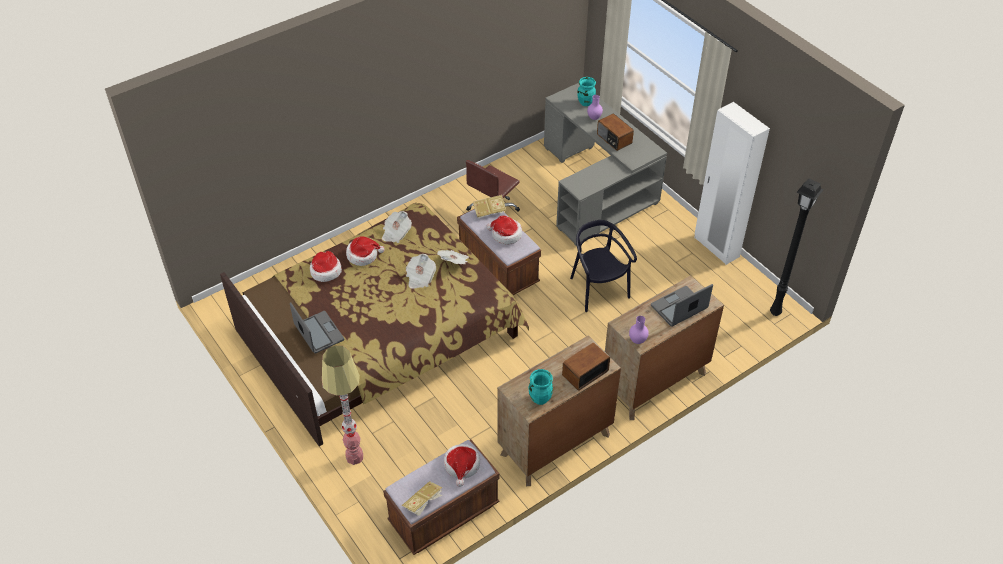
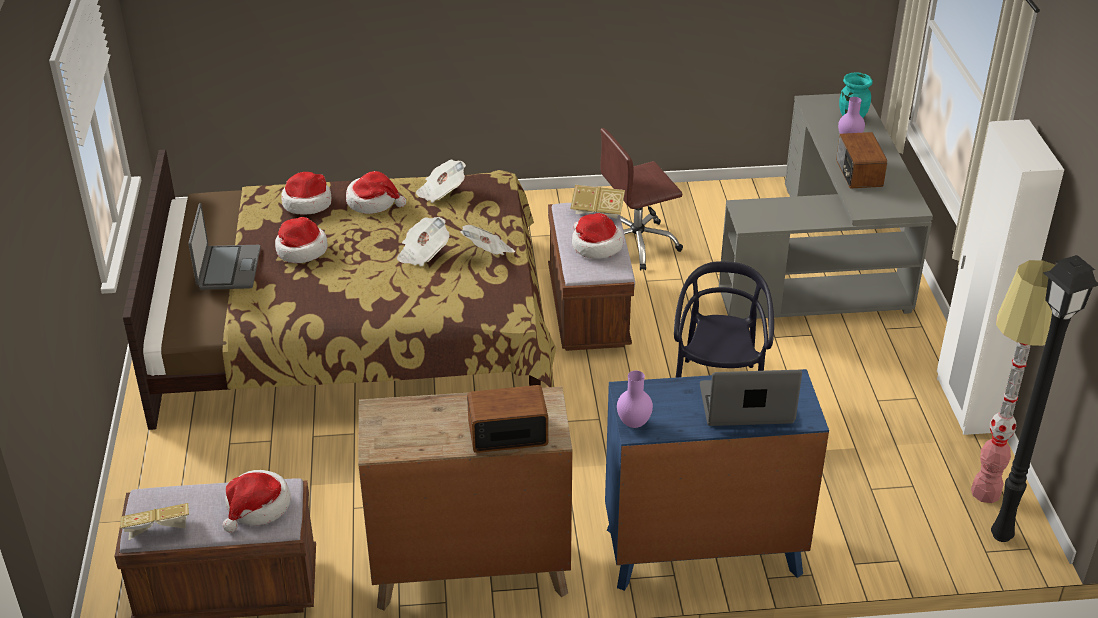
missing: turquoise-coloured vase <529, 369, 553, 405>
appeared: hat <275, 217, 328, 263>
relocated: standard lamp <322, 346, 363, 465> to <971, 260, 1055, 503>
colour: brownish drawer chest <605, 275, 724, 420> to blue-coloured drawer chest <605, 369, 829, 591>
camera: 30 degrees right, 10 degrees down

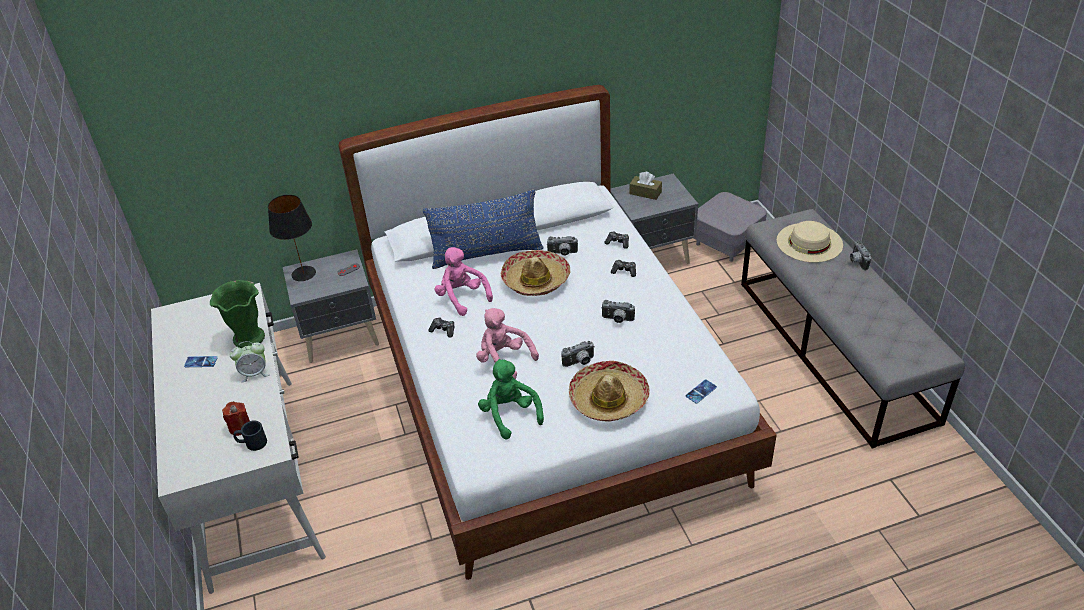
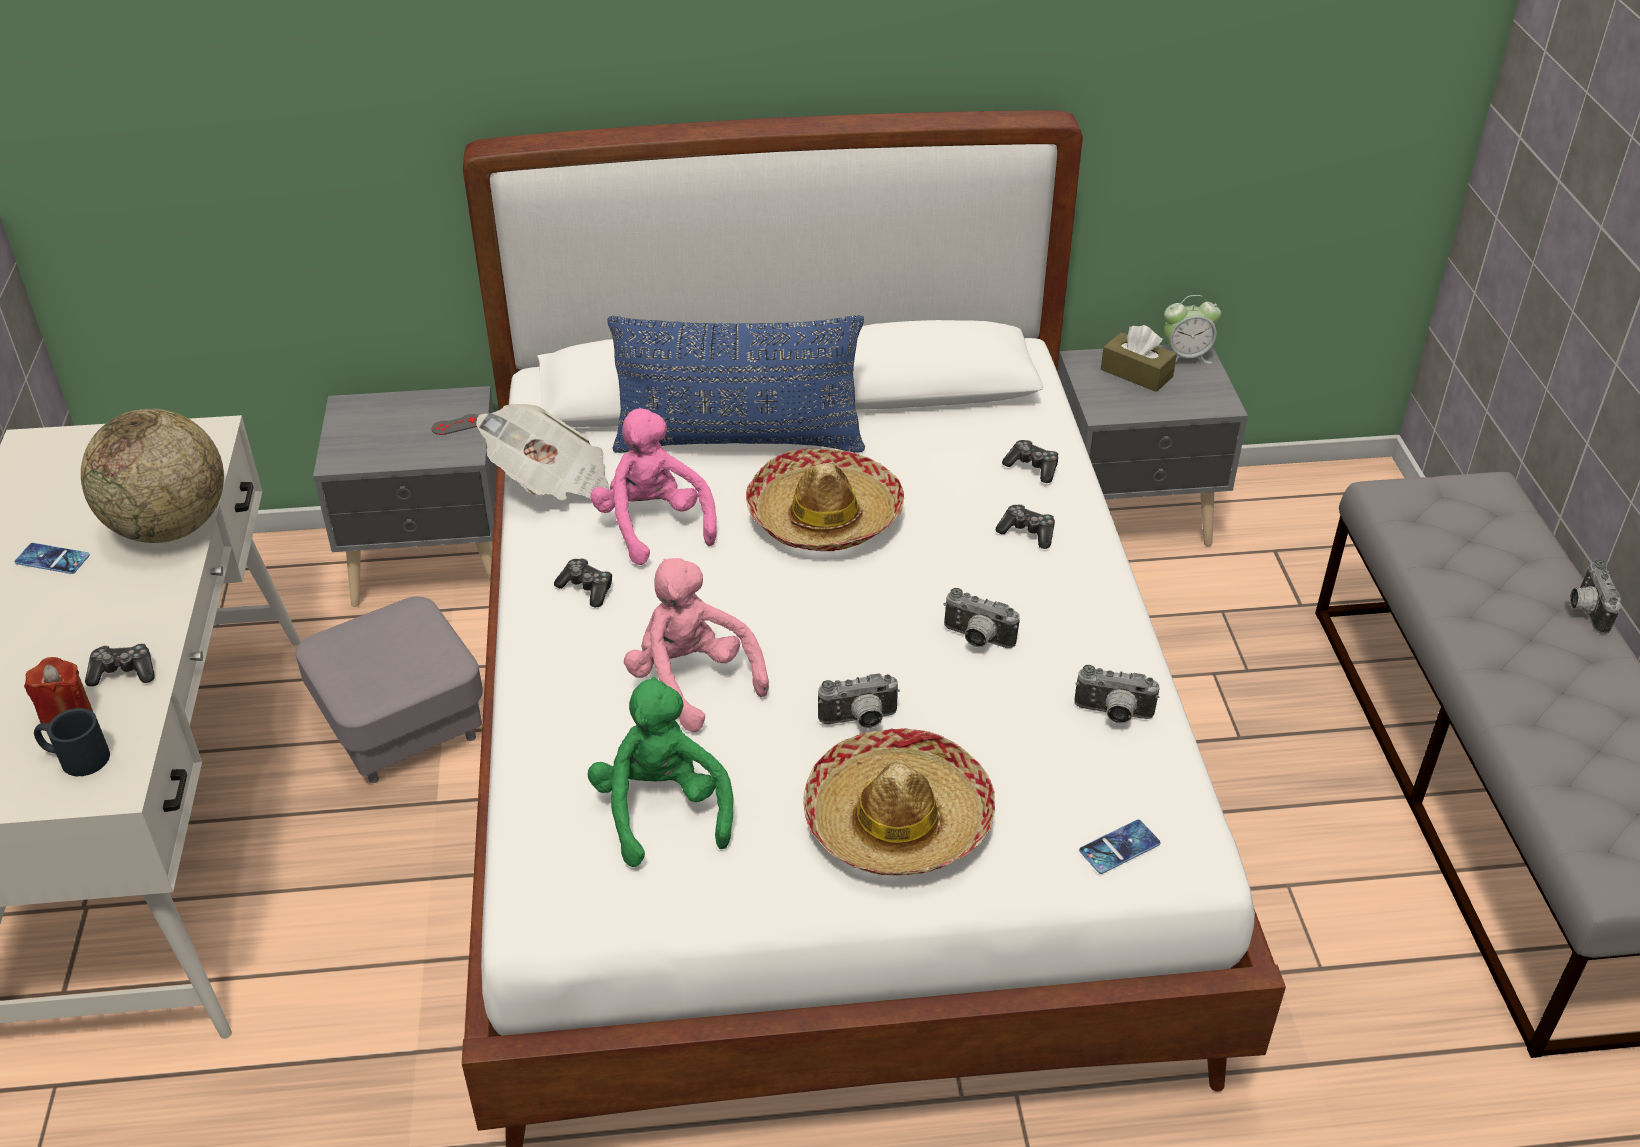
missing: blackish table lamp <268, 195, 316, 281>; beige hat <777, 221, 843, 262>
appeared: joypad <85, 643, 155, 686>; daily paper <476, 404, 610, 500>
relocated: greyish pouffe <693, 192, 767, 262> to <296, 597, 483, 783>; still camera <547, 236, 578, 256> to <1074, 665, 1160, 724>; alarm clock <230, 341, 269, 383> to <1164, 295, 1221, 365>
exchanged: green vase <210, 280, 265, 348> to world globe <81, 408, 224, 543>
camera: 10 degrees right, 0 degrees up

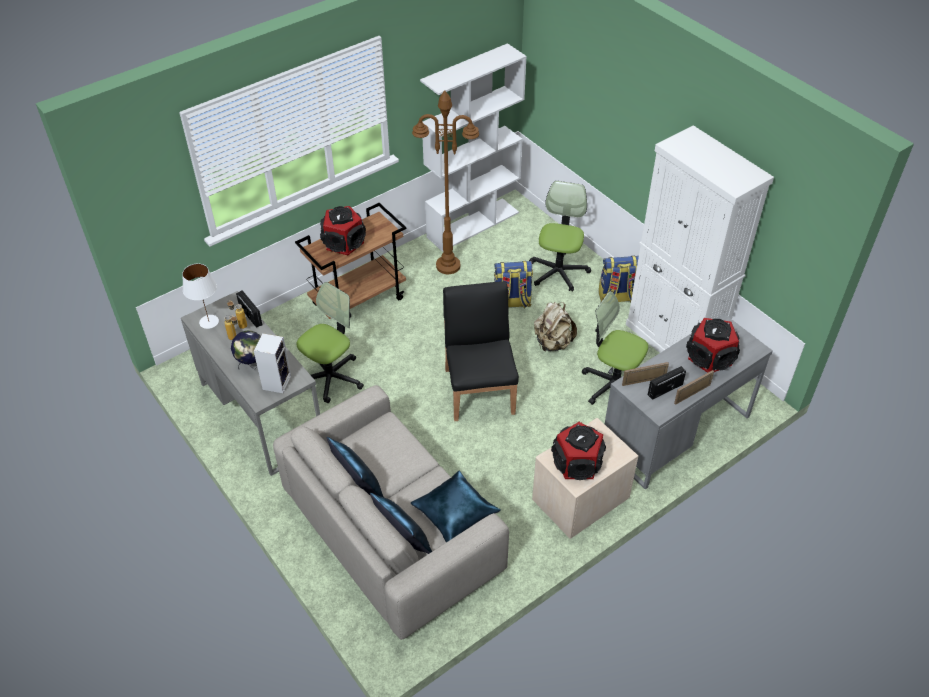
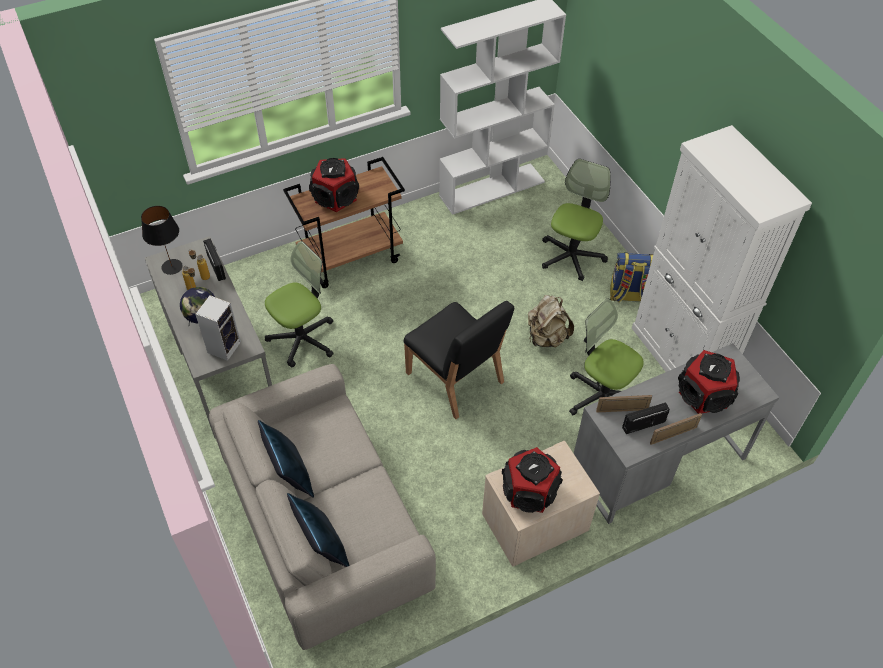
missing: blue-coloured throw pillow <411, 471, 501, 542>; brownish standard lamp <412, 91, 479, 274>; knapsack <494, 261, 533, 308>
colour: white table lamp <182, 263, 219, 329> to blackish table lamp <141, 206, 183, 275>
spun: blackish chair <443, 281, 519, 421> = <403, 301, 514, 419> 135 degrees clockwise
camera: 10 degrees right, 5 degrees up

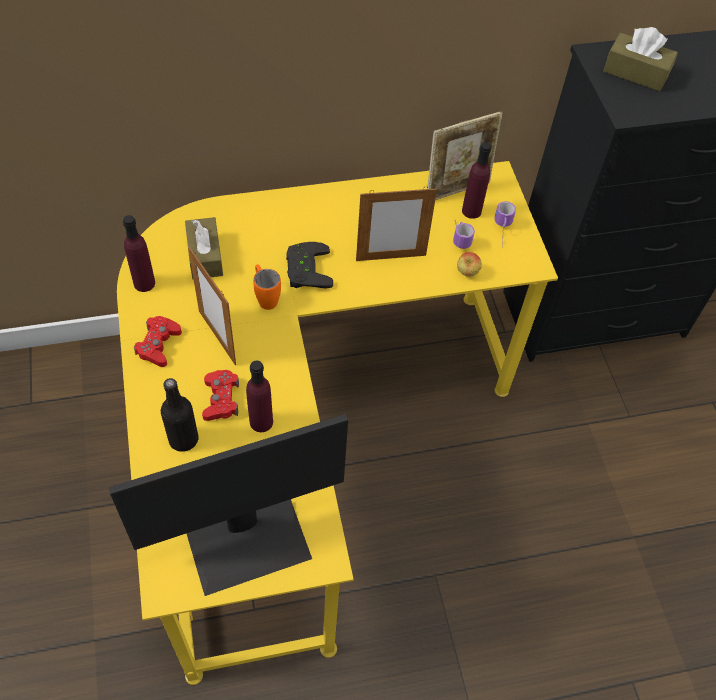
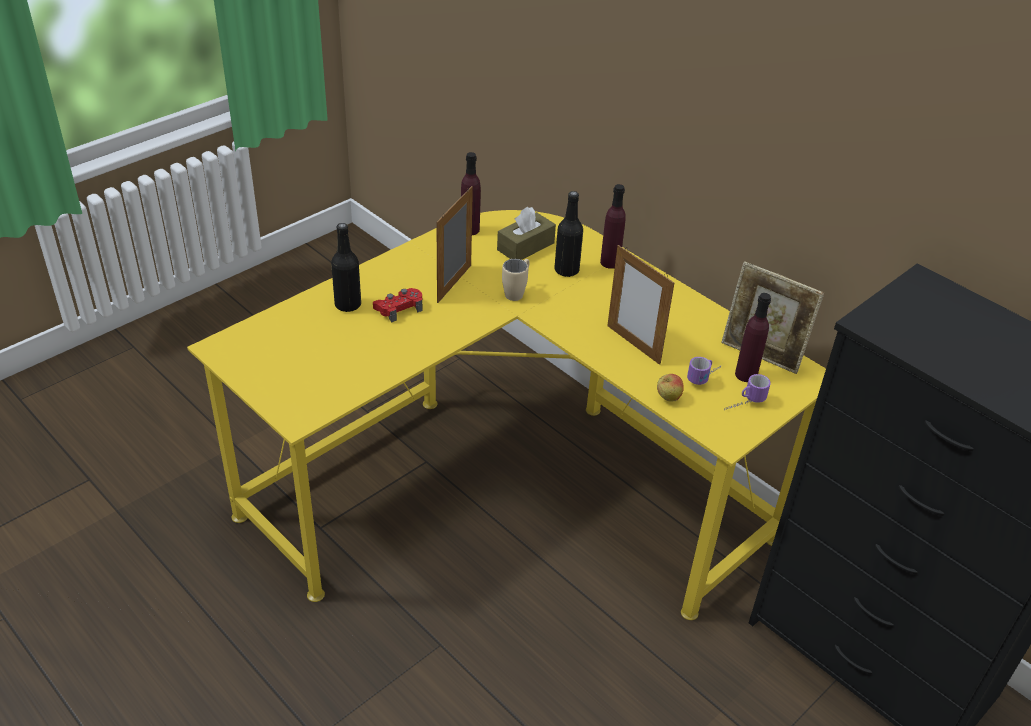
missing: computer screen <109, 414, 348, 596>; reddish joypad <134, 316, 182, 367>; blackish joypad <286, 242, 333, 289>; brownish tissue box <603, 27, 678, 91>
appeared: blackish beverage bottle <554, 191, 583, 277>
relocated: purple beverage bottle <246, 360, 273, 432> to <600, 184, 626, 269>
colour: orange-coloured coffee mug <253, 265, 281, 310> to beige coffee mug <502, 259, 529, 301>
camera: 60 degrees right, 15 degrees down

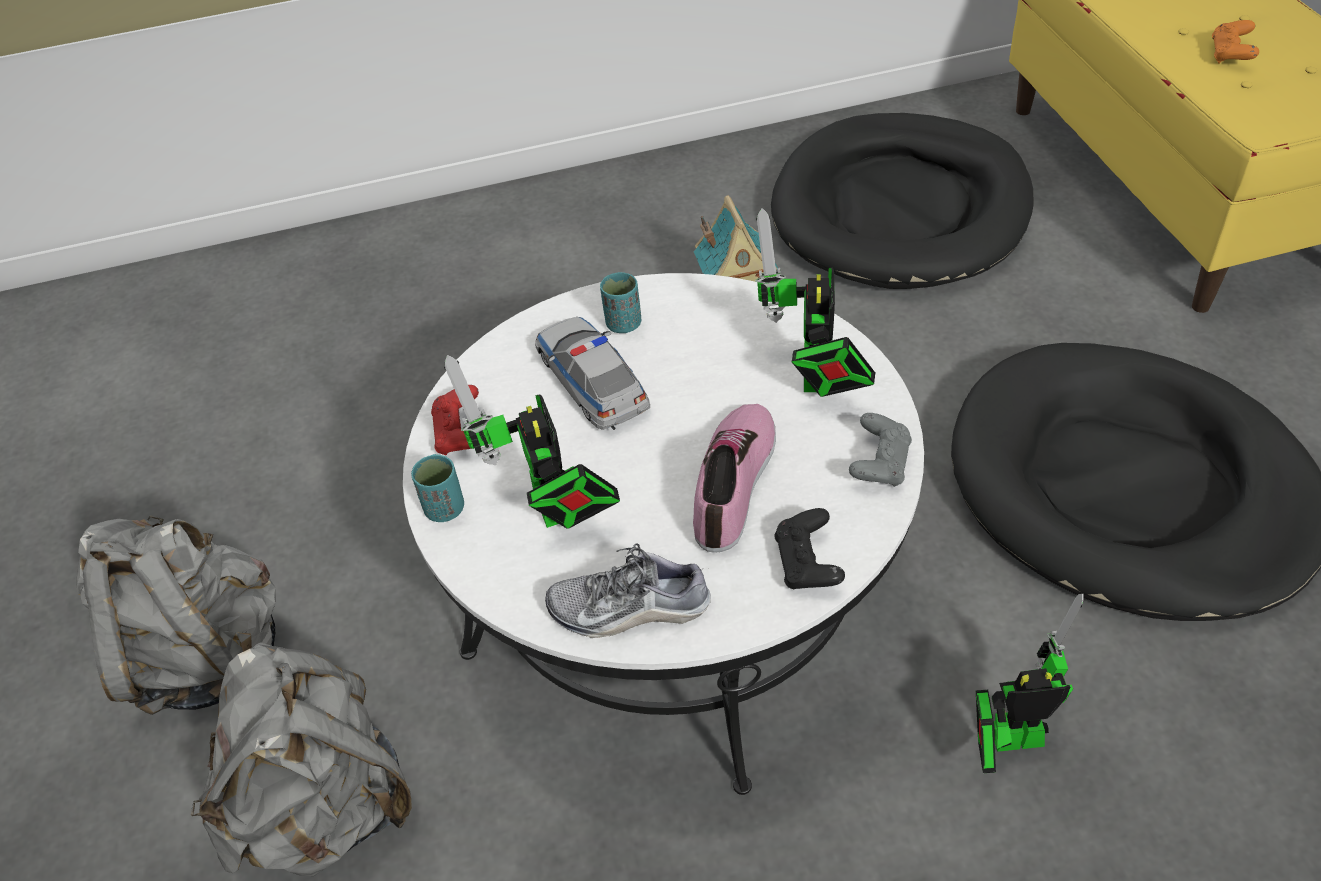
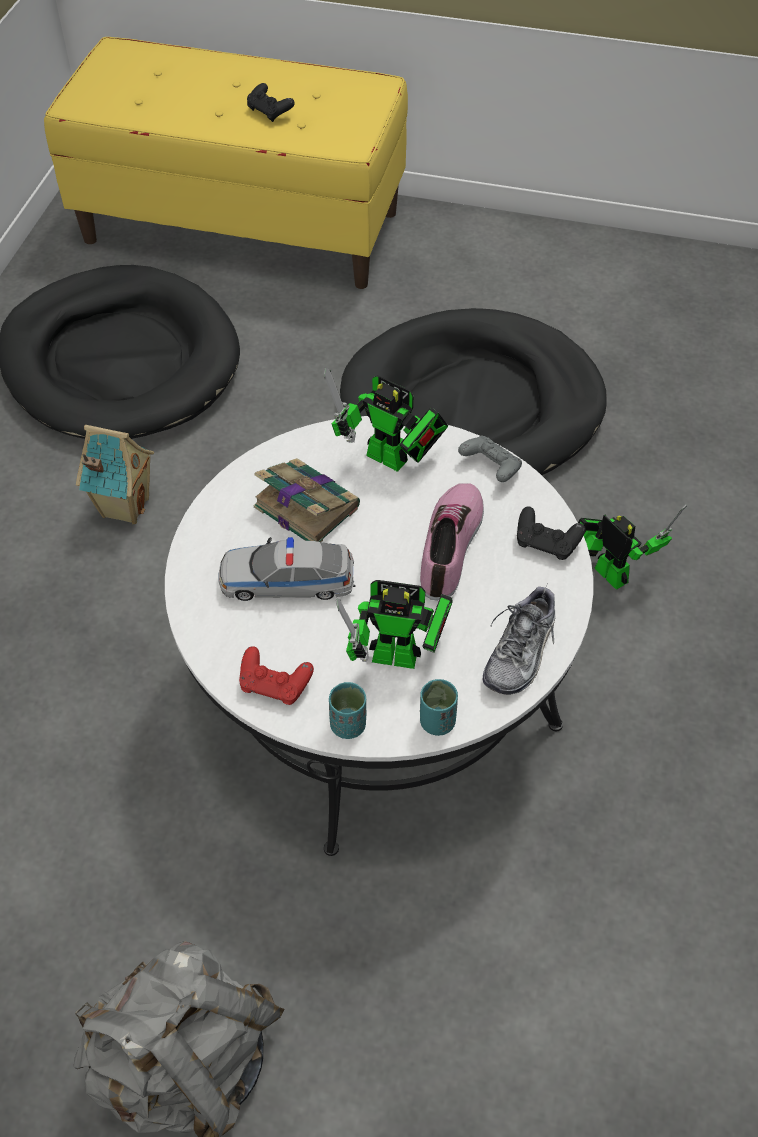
missing: greyish knapsack <191, 642, 412, 876>
appeared: bound book <253, 458, 360, 542>
relocated: turquoise-coloured cup <600, 272, 641, 333> to <420, 679, 458, 736>
colour: orange-coloured joypad <1212, 20, 1259, 64> to blackish joypad <247, 83, 295, 122>
spun: shoe <693, 404, 776, 553> = <420, 483, 484, 600> 60 degrees clockwise; model robot <976, 594, 1084, 773> = <578, 505, 687, 590> 120 degrees clockwise
camera: 65 degrees left, 5 degrees up

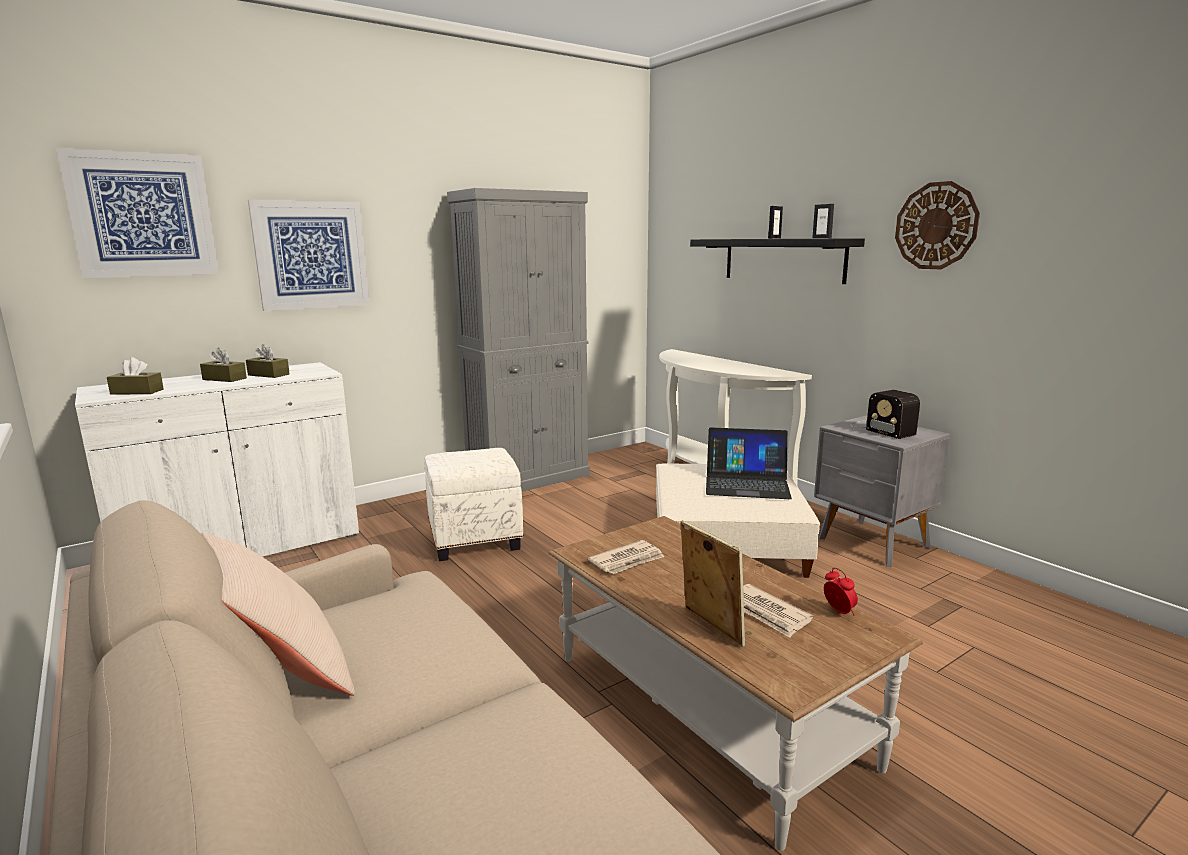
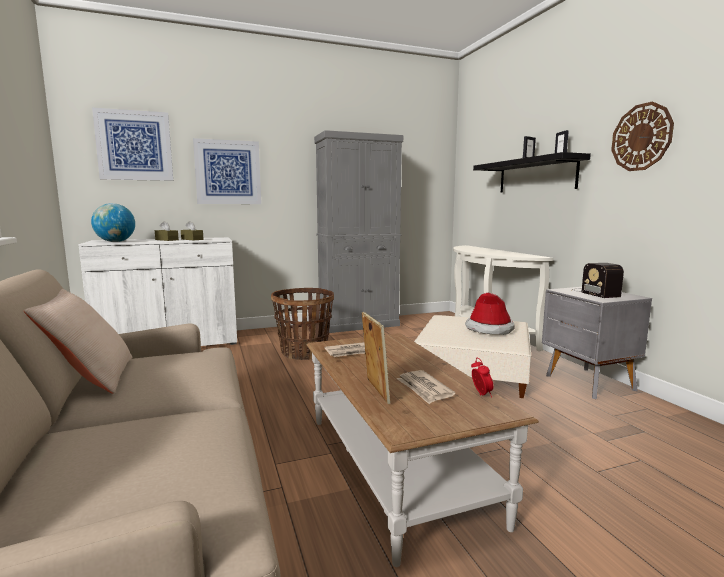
exchanged: brownish tissue box <107, 357, 164, 395> to world globe <91, 203, 135, 242>; white pouffe <424, 448, 523, 561> to storage basket <271, 288, 334, 360>; portable computer <706, 427, 792, 499> to hat <465, 292, 515, 335>
camera: 15 degrees right, 5 degrees down

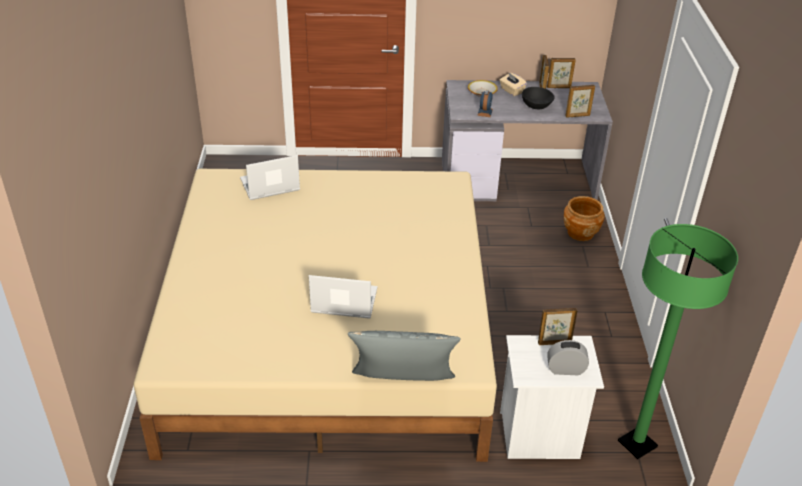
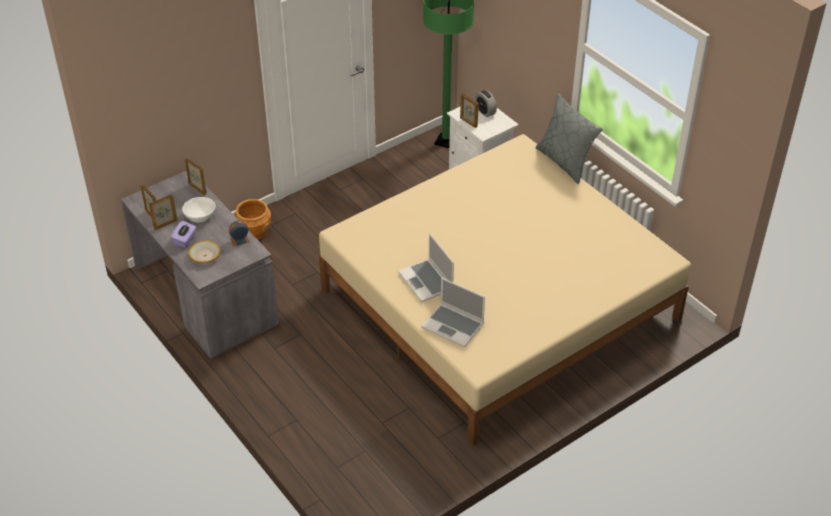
relocated: portable computer <309, 275, 377, 318> to <398, 233, 454, 302>
colour: beige tissue box <500, 73, 527, 96> to purple tissue box <171, 221, 196, 248>; blackish deep dish <522, 87, 555, 109> to white deep dish <182, 197, 216, 223>
camera: 125 degrees left, 5 degrees up

